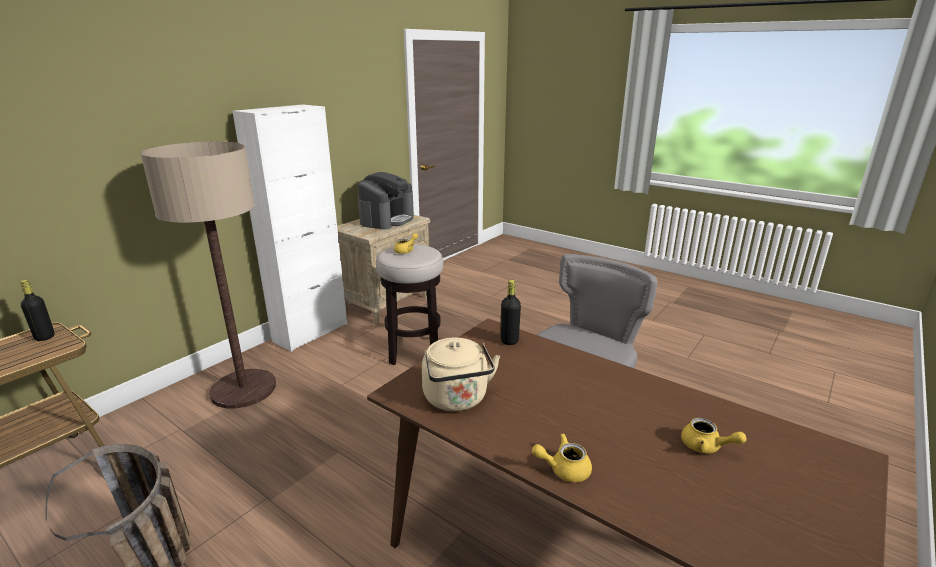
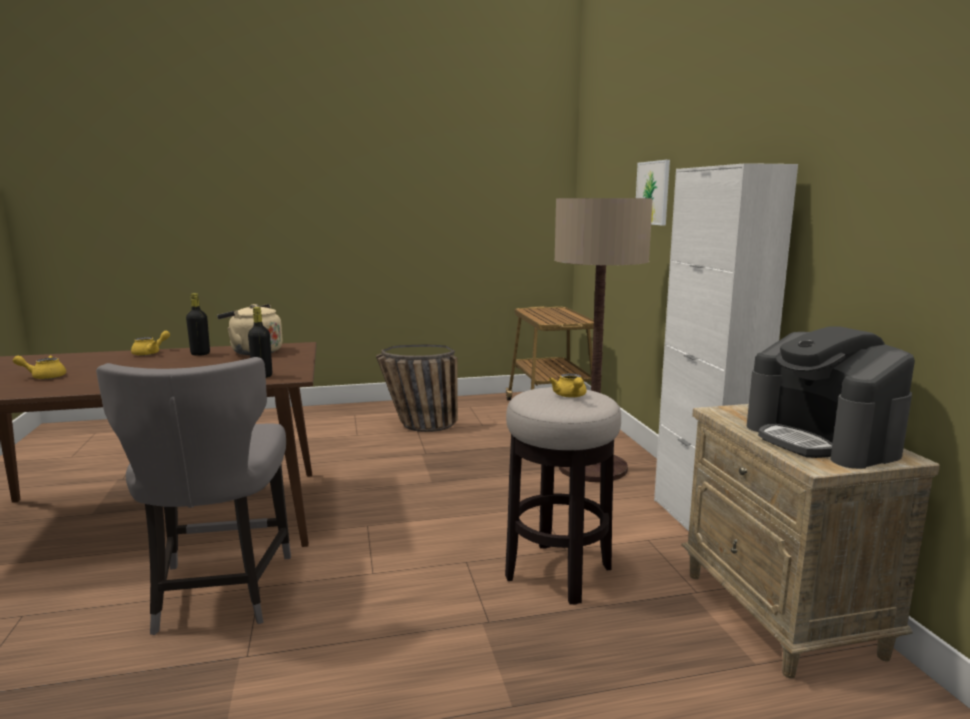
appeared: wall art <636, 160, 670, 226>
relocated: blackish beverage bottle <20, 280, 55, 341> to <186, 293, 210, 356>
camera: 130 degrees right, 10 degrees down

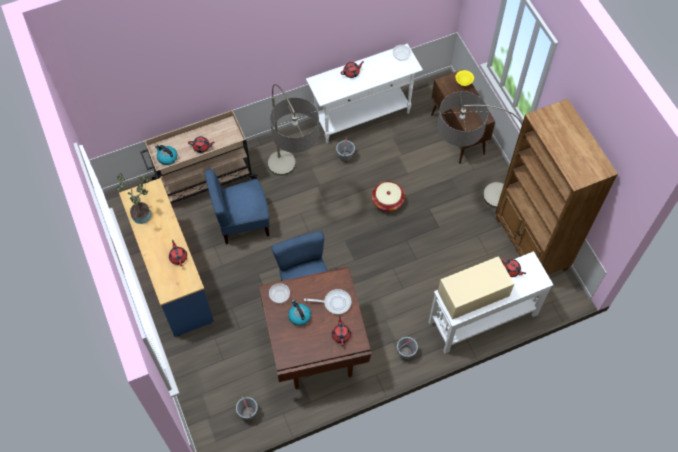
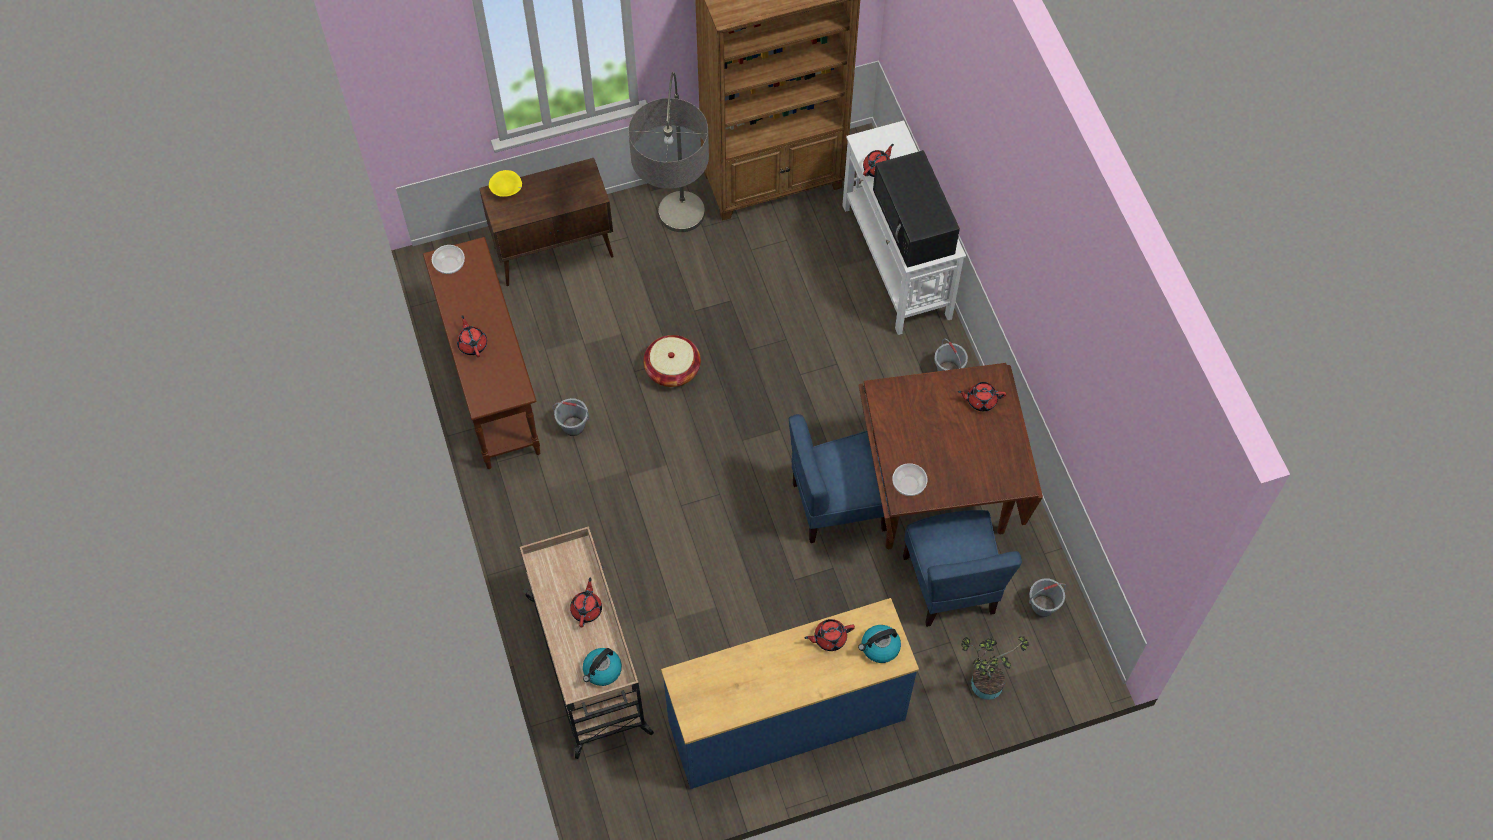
missing: standard lamp <268, 84, 319, 176>; skillet <304, 289, 351, 315>
relocated: tea kettle <288, 299, 311, 326> to <858, 625, 901, 663>; blue-coloured chair <204, 169, 269, 244> to <903, 510, 1022, 627>; potted plant <116, 173, 151, 224> to <961, 636, 1029, 700>
colour: white console table <306, 44, 423, 143> to brownish console table <423, 237, 540, 469>; beige microwave <438, 256, 514, 320> to blackish microwave <873, 150, 960, 268>
camera: 85 degrees left, 0 degrees up

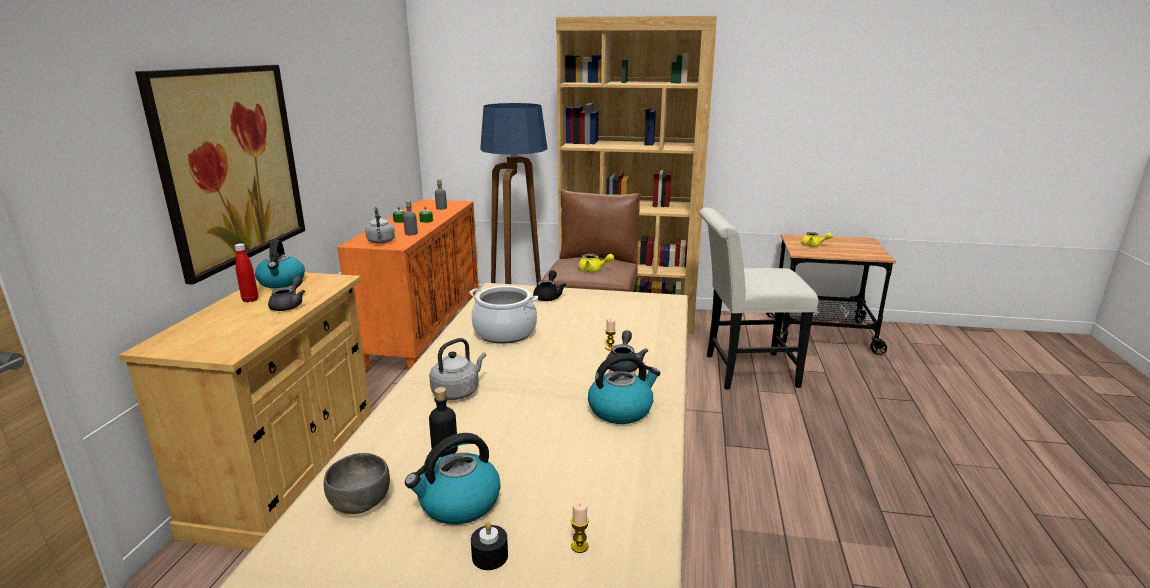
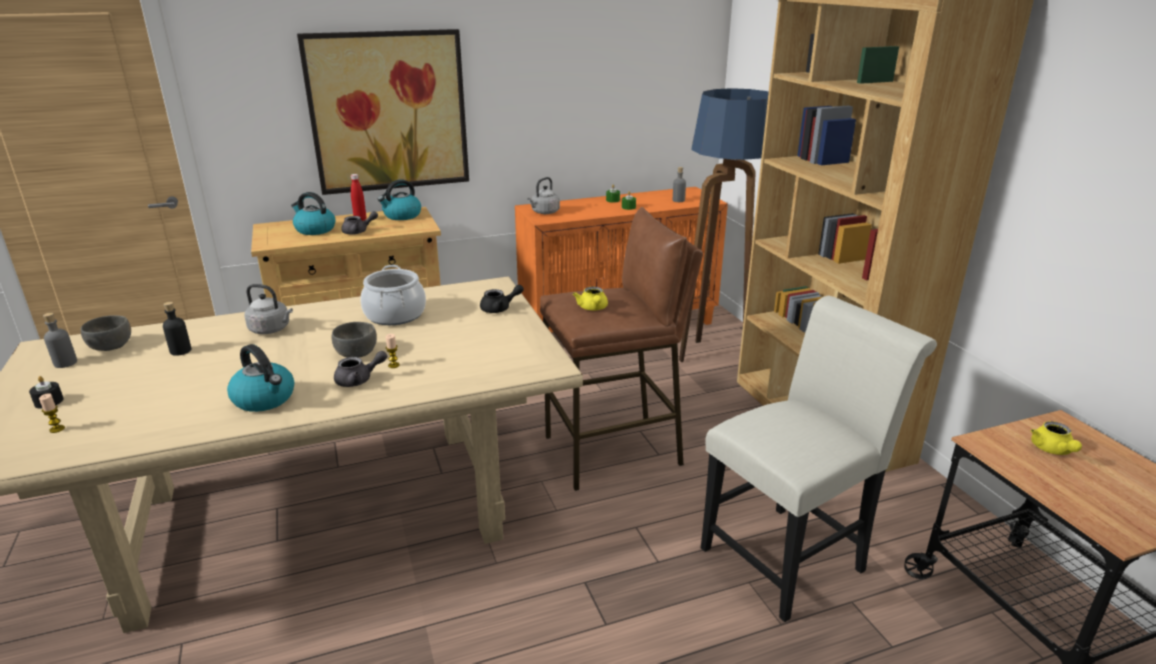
appeared: greyish deep dish <331, 322, 377, 358>
relocated: greyish beverage bottle <403, 200, 418, 235> to <43, 313, 77, 368>; tea kettle <405, 433, 501, 525> to <291, 192, 335, 235>
spun: white chair <699, 208, 819, 390> = <701, 296, 937, 622> 90 degrees clockwise
camera: 60 degrees right, 5 degrees up

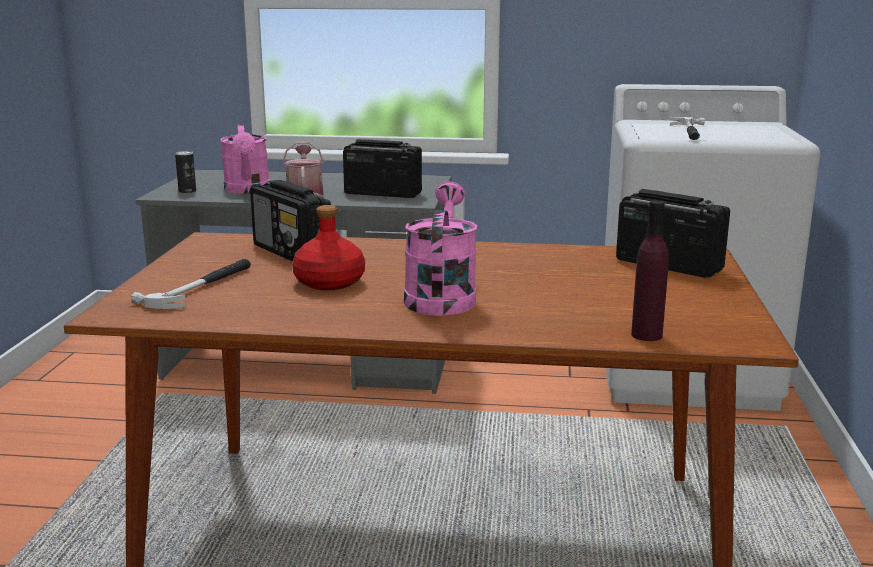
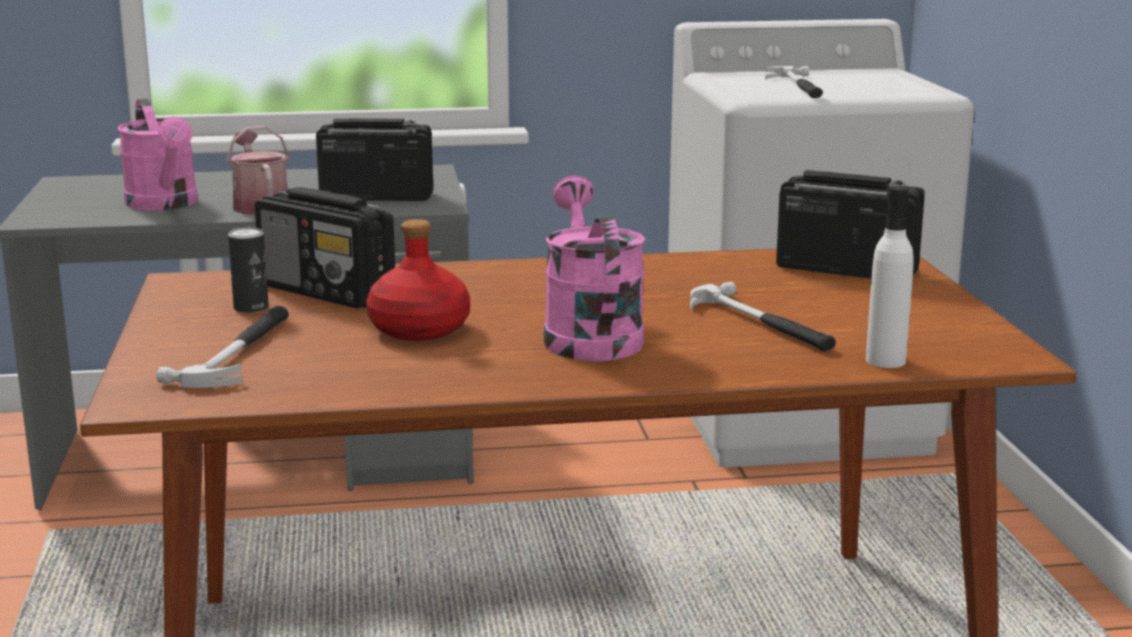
appeared: hammer <690, 282, 836, 351>
relocated: can <175, 151, 196, 194> to <228, 227, 269, 313>
colour: purple beverage bottle <631, 200, 669, 341> to white beverage bottle <866, 186, 914, 368>
camera: 15 degrees left, 0 degrees up

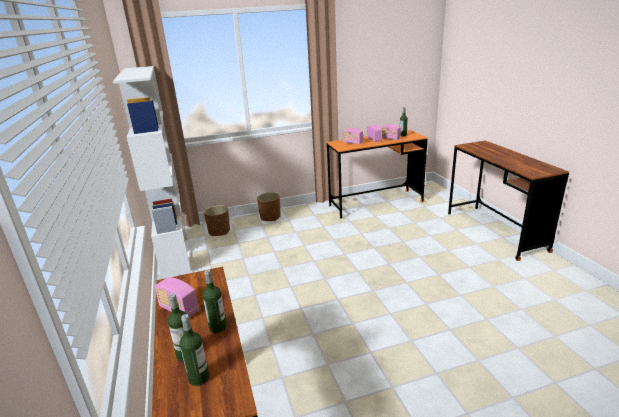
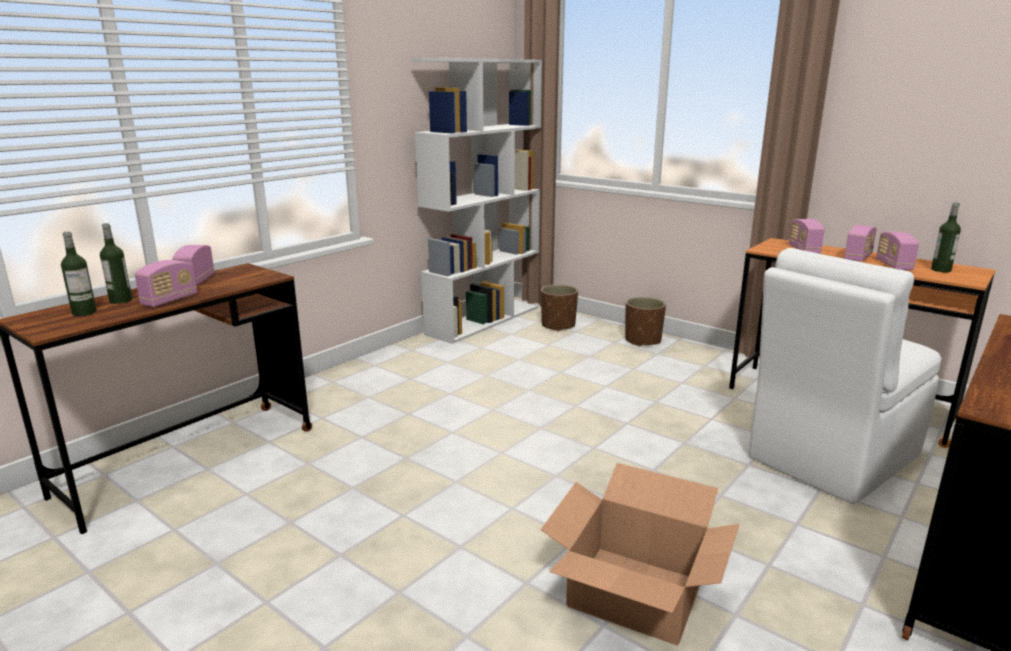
appeared: carton <541, 463, 739, 646>; white chair <749, 248, 941, 504>
exchanged: beverage bottle <202, 270, 227, 333> to radio <135, 260, 197, 307>
camera: 55 degrees right, 5 degrees down

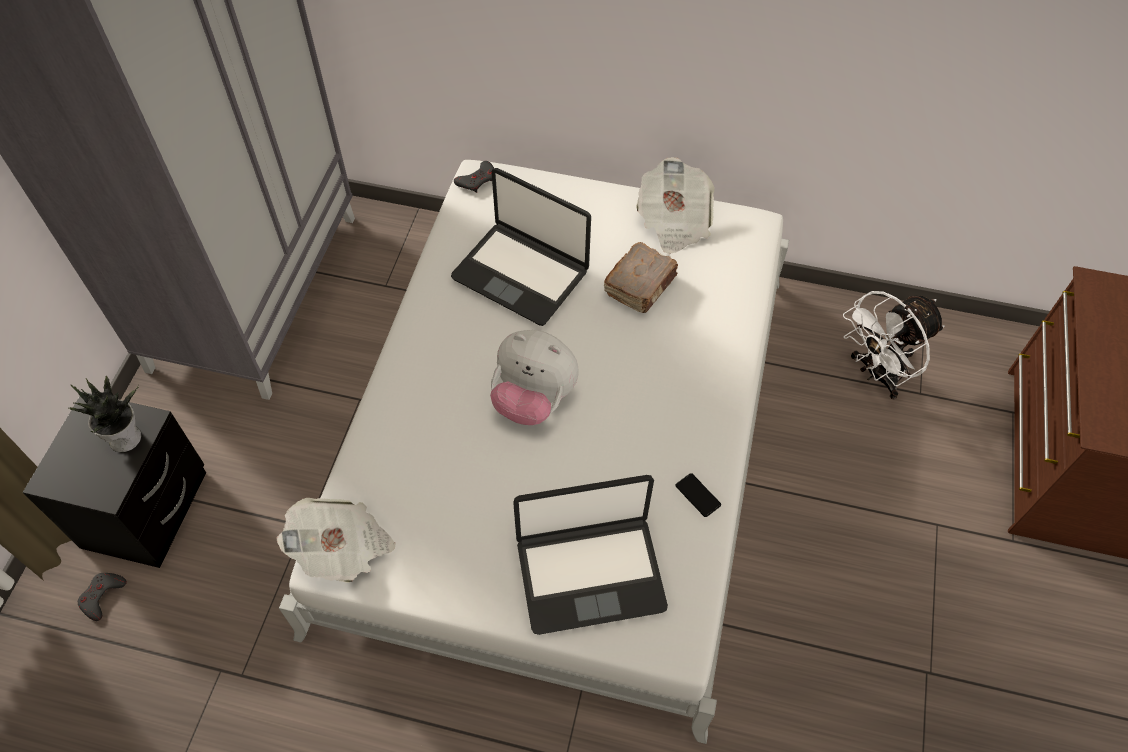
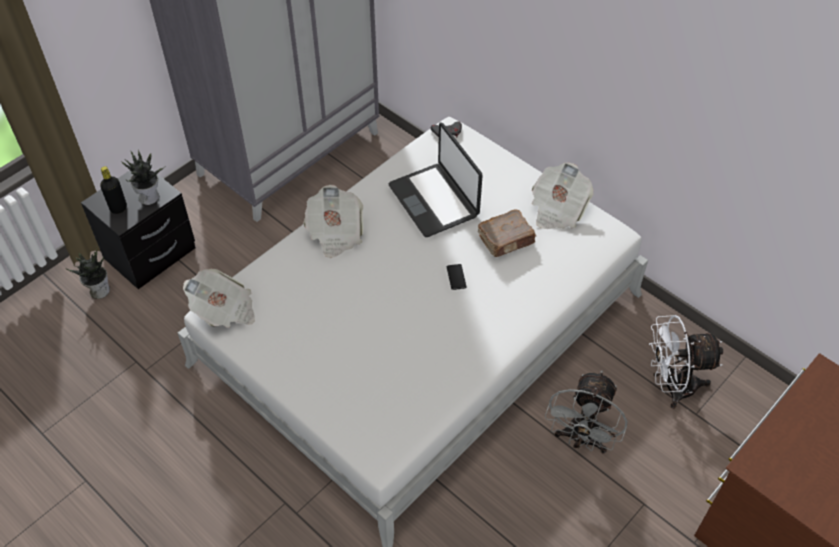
missing: soft toy <490, 330, 579, 425>; portable computer <513, 475, 668, 635>
appeared: blackish beverage bottle <100, 166, 127, 214>; daily paper <304, 185, 363, 258>; greyish electric fan <545, 371, 628, 454>
relocated: handset <676, 473, 721, 517> to <447, 264, 467, 290>
exchanged: greyish joypad <78, 573, 127, 621> to potted plant <67, 248, 110, 299>
camera: 30 degrees right, 5 degrees down

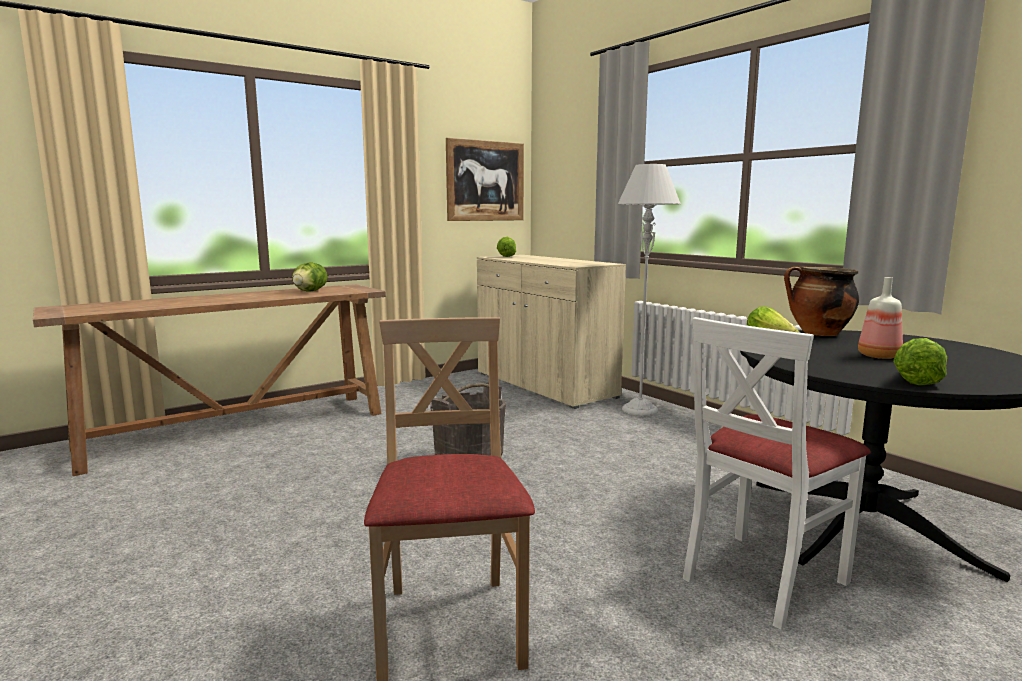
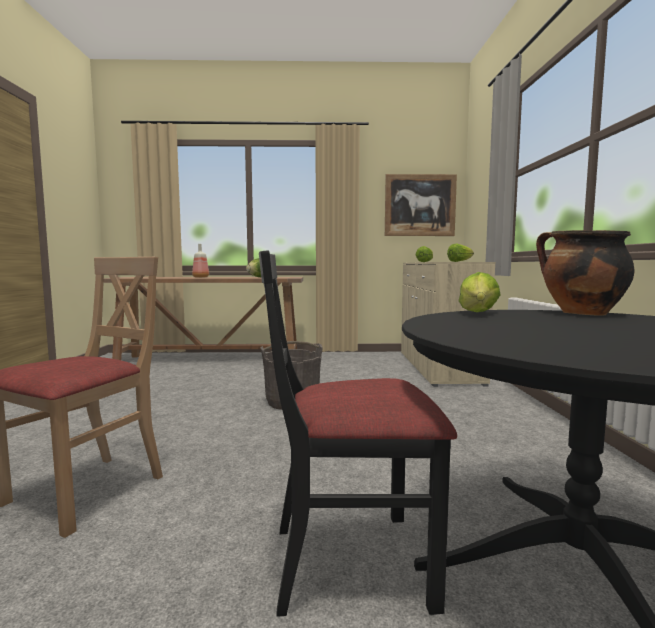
missing: greyish standard lamp <618, 164, 681, 416>
relocated: beverage bottle <858, 277, 903, 359> to <192, 244, 209, 278>; head of lettuce <893, 338, 947, 385> to <447, 243, 474, 262>
colour: white chair <683, 317, 871, 630> to blackish chair <259, 250, 457, 617>
camera: 35 degrees right, 5 degrees down

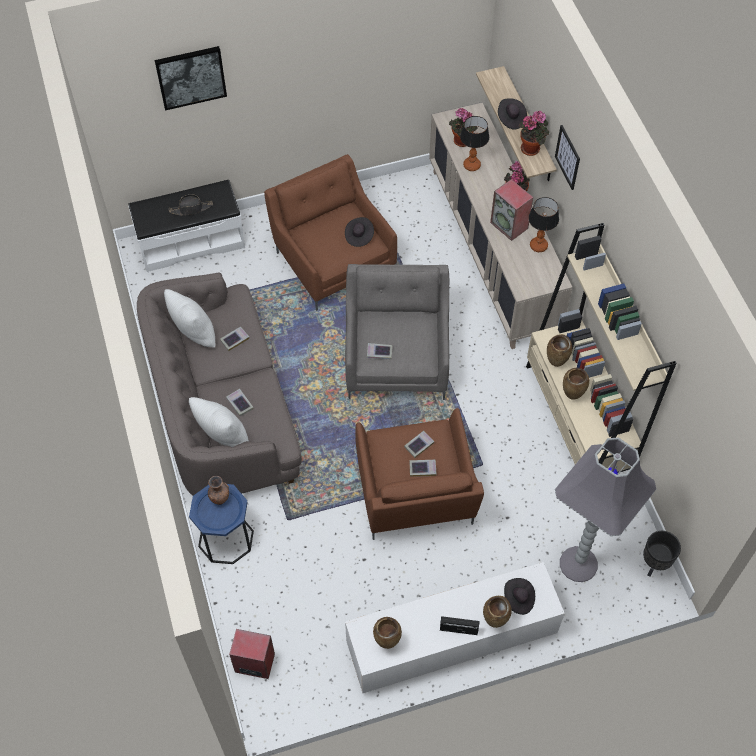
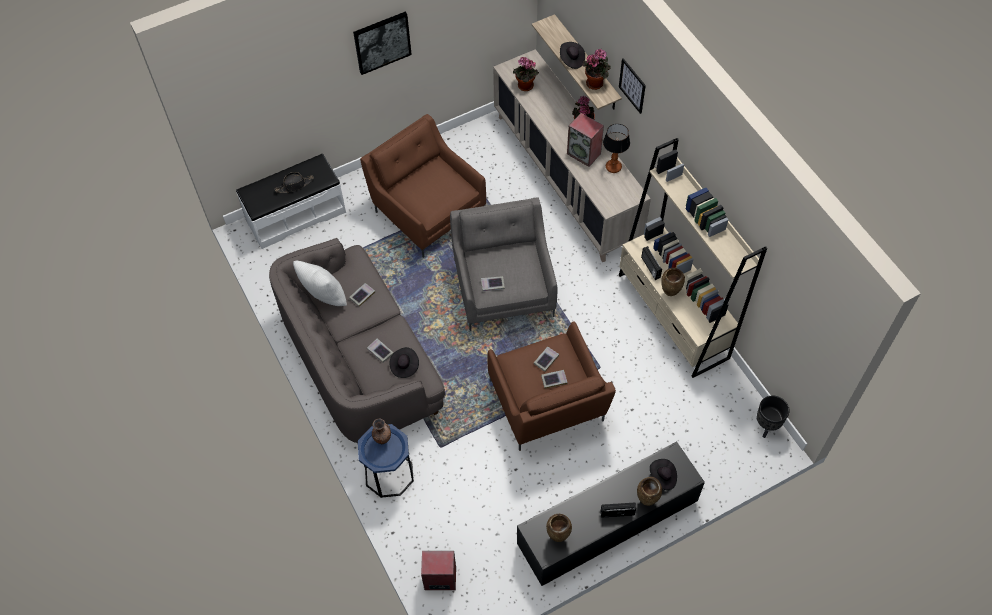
missing: white throw pillow <189, 397, 249, 447>; table lamp <460, 116, 489, 171>; greyish standard lamp <555, 437, 656, 582>
relocated: wall art <155, 46, 227, 111> to <353, 12, 412, 75>; blackish hat <345, 217, 374, 247> to <389, 347, 419, 378>
exchanged: brownish vase <547, 334, 572, 367> to radio <641, 246, 662, 280>
colour: white media console <345, 562, 565, 693> to blackish media console <517, 441, 705, 586>
camera: 10 degrees left, 0 degrees up

